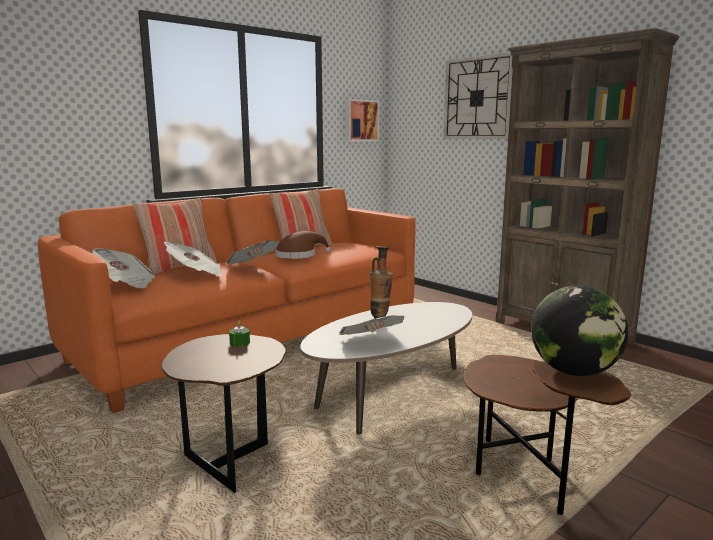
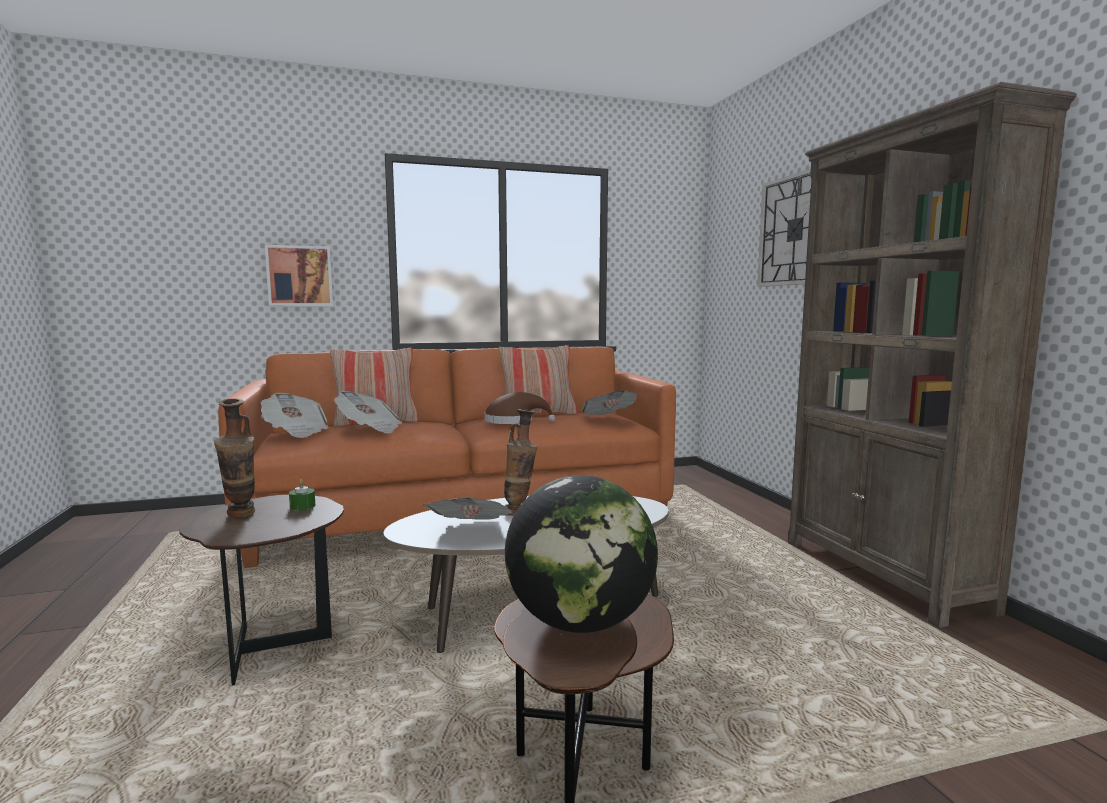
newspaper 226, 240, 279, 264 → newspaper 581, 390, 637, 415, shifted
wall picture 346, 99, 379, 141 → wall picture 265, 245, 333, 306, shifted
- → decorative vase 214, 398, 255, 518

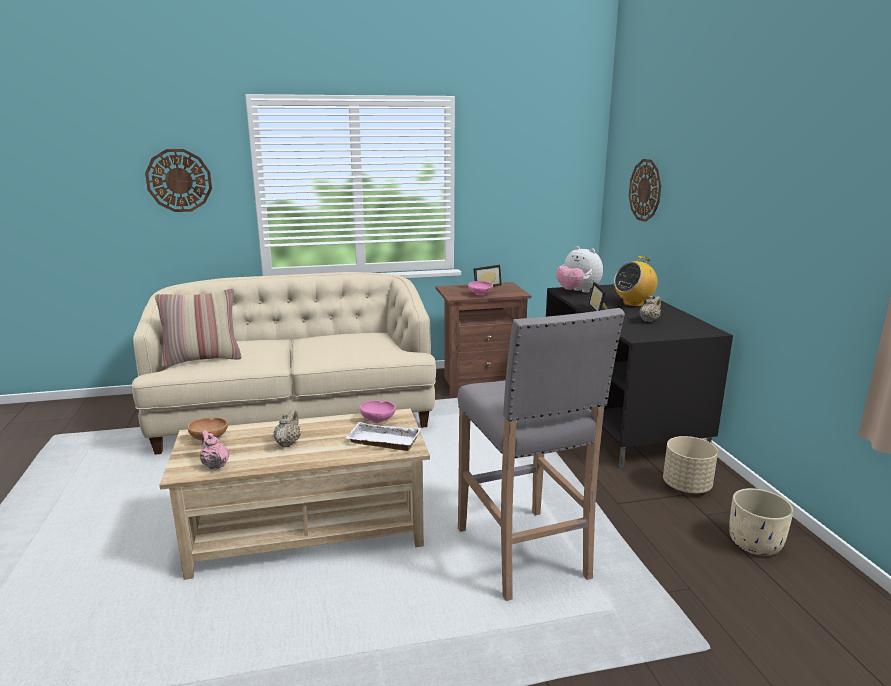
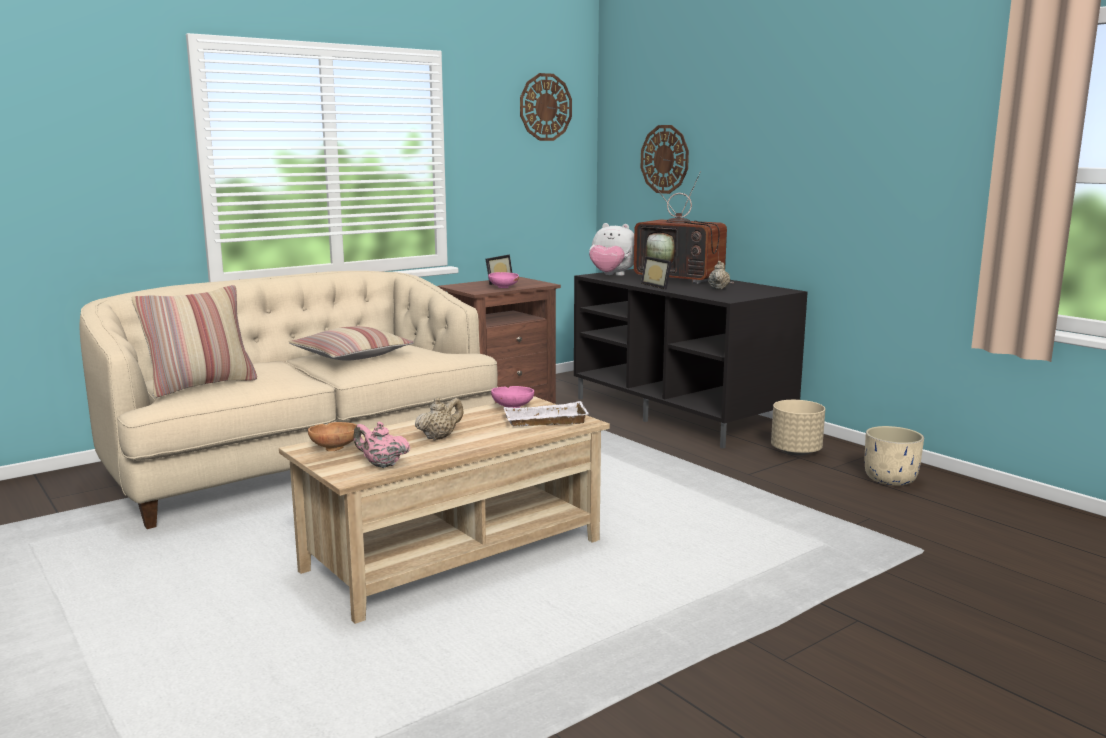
wall clock 145, 149, 212, 212 → wall clock 520, 73, 572, 141, shifted
tea pot/beige 273, 409, 301, 447 → tea pot/beige 415, 397, 464, 440, 60 degrees clockwise
sitting stool/greyish 458, 308, 625, 601 → -
radio receiver 614, 256, 658, 307 → television 634, 172, 734, 284
- → pillow 289, 326, 414, 361

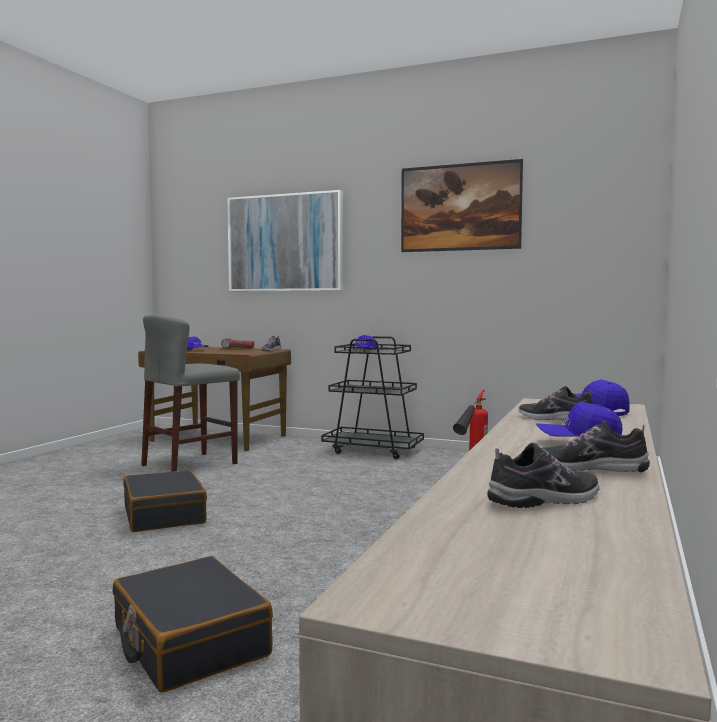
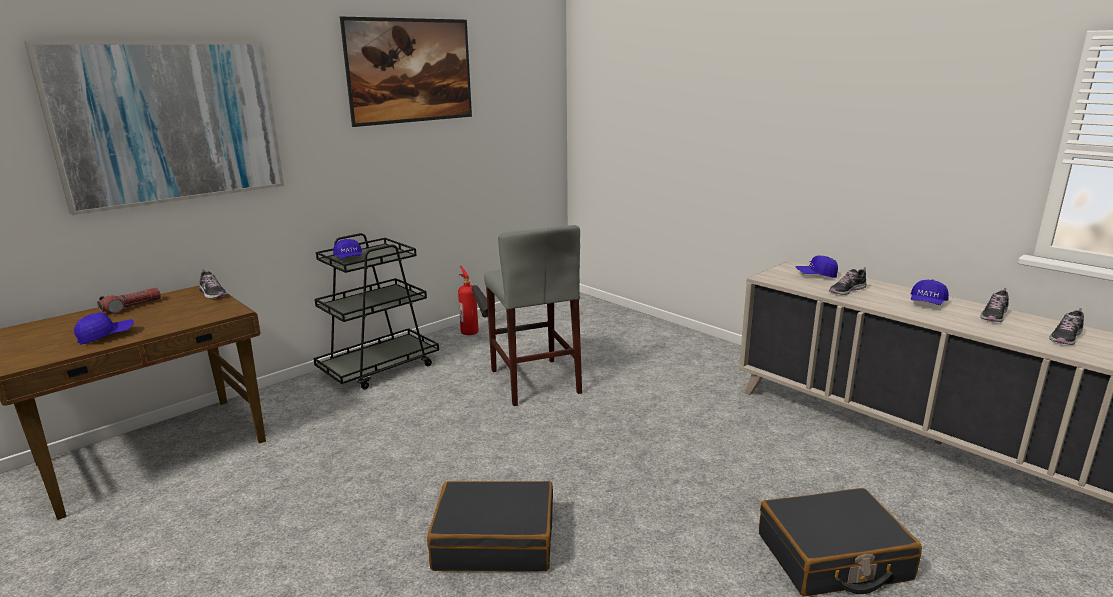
sitting stool/greyish 141, 315, 240, 472 → sitting stool/greyish 484, 225, 582, 406, shifted
low shoe 487, 443, 599, 508 → low shoe 1049, 308, 1084, 345, 135 degrees counterclockwise

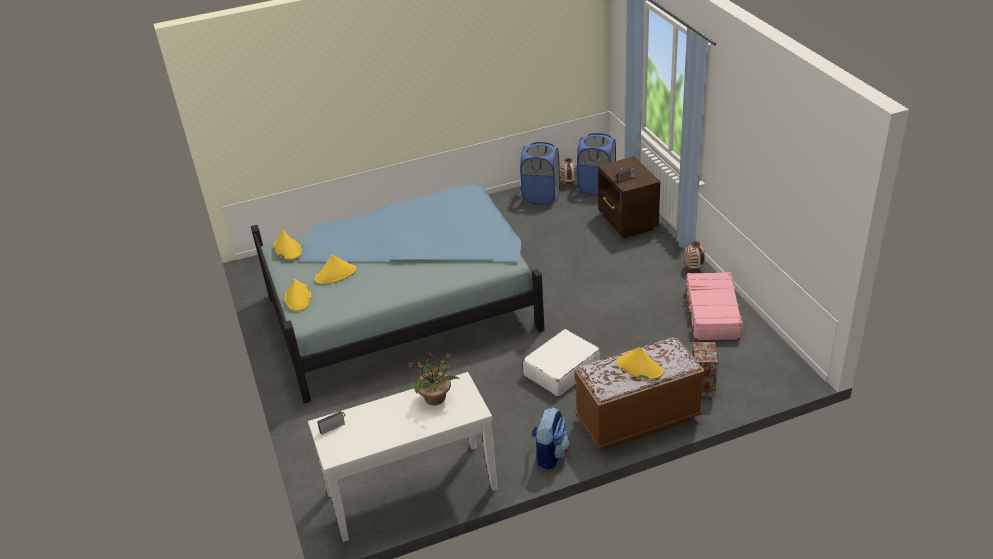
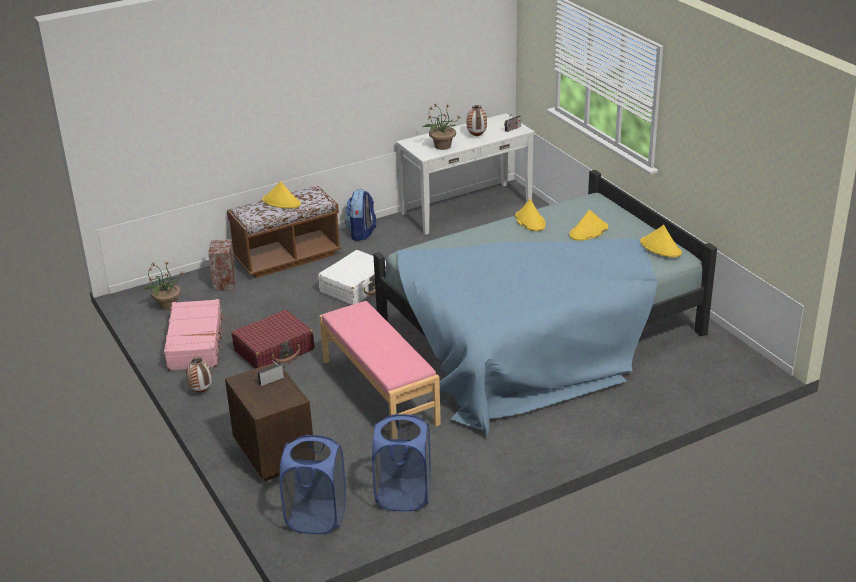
clothing hat/yellowish 285, 278, 312, 311 → clothing hat/yellowish 515, 199, 546, 231, shifted
decorative vase 560, 158, 577, 184 → decorative vase 466, 105, 487, 136, shifted
- → plant in a pot 142, 261, 183, 310
- → suitcase/red-coloured 231, 310, 314, 369
- → bench/pink 319, 301, 441, 426

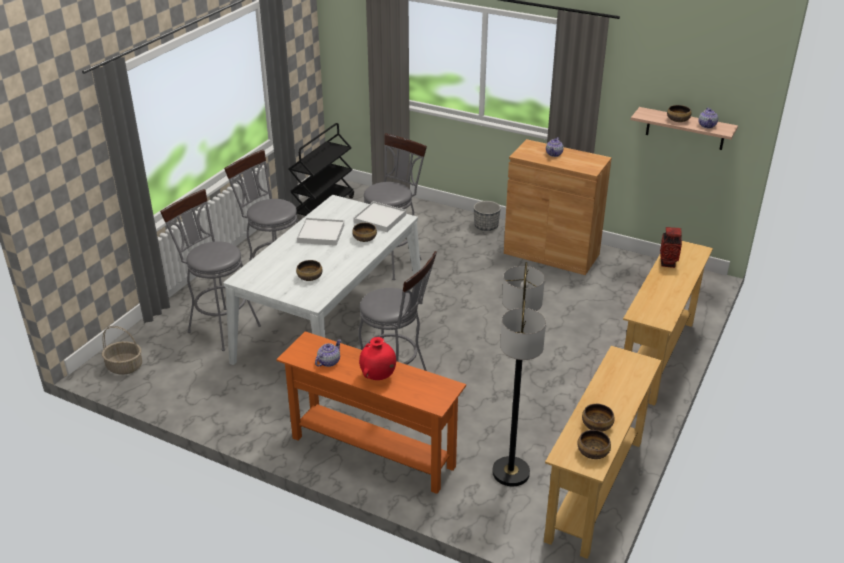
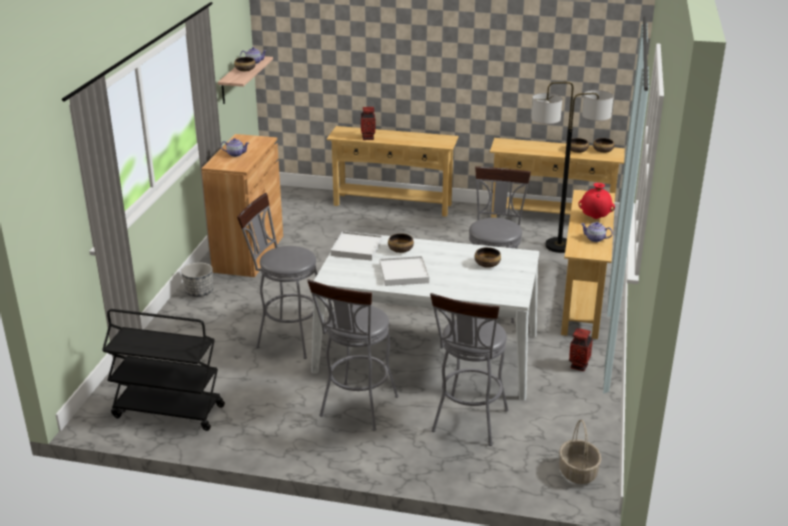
narrow table/orange 276, 332, 466, 494 → narrow table/beige 561, 190, 615, 339
- → decorative vase 569, 328, 593, 371

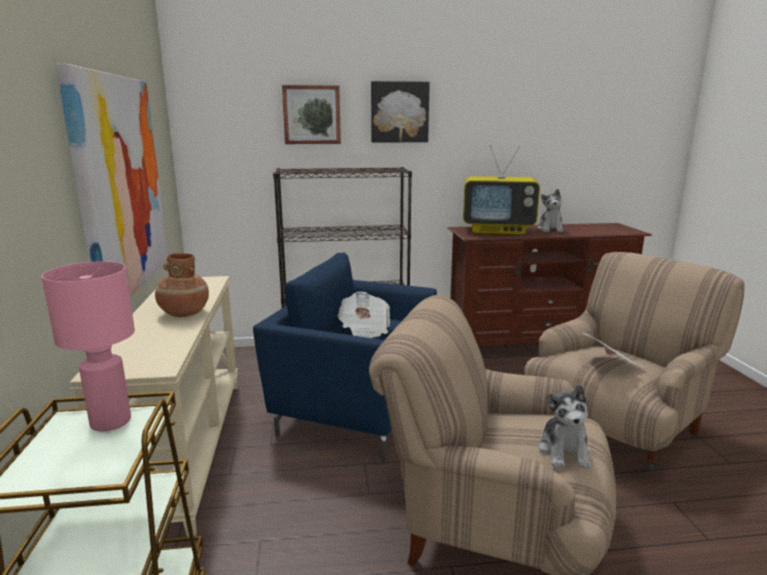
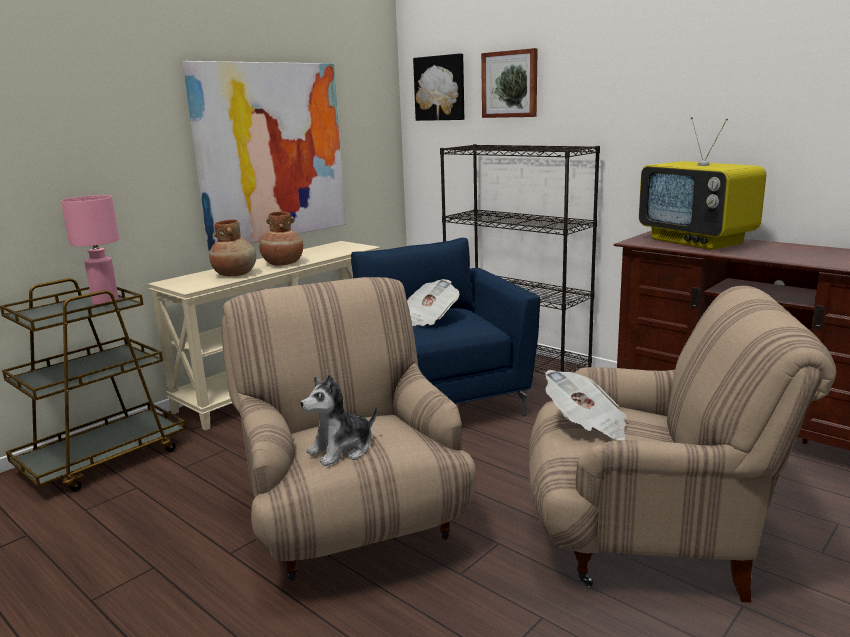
wall picture 371, 81, 430, 143 → wall picture 413, 54, 464, 121, shifted
soft toy 537, 189, 564, 232 → -
- → decorative vase/brown 209, 220, 256, 276

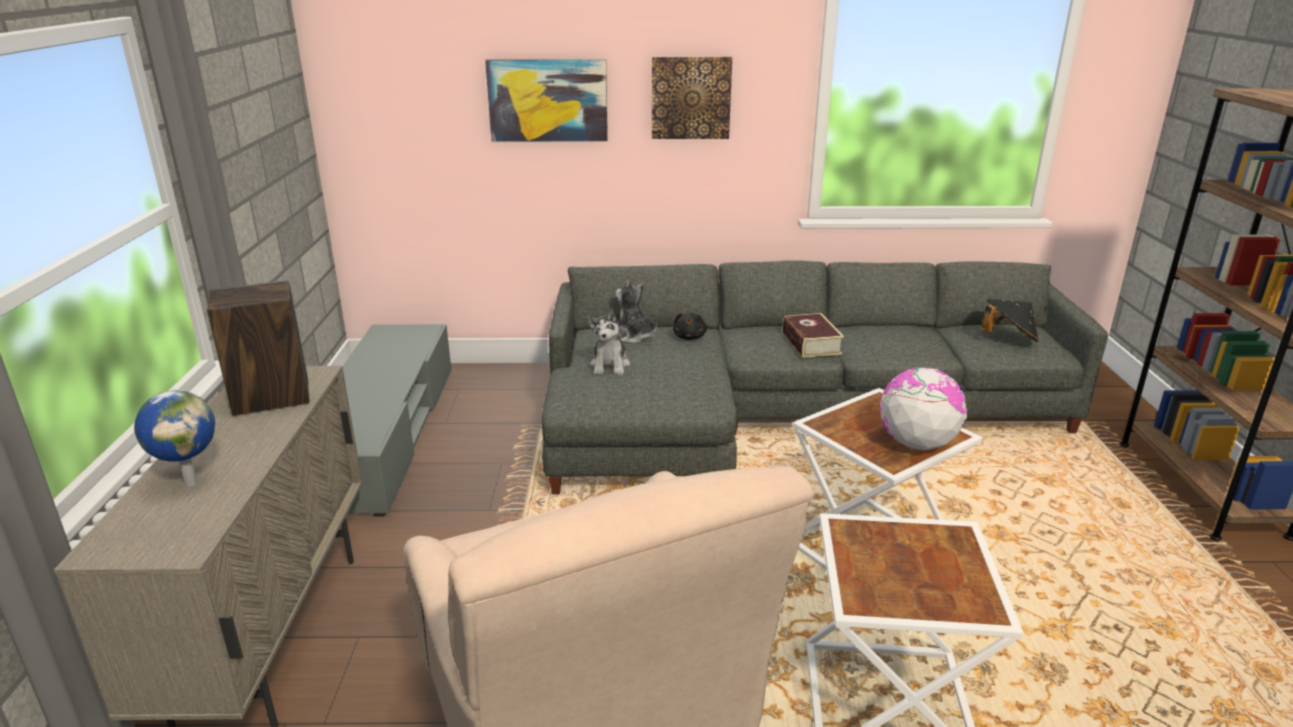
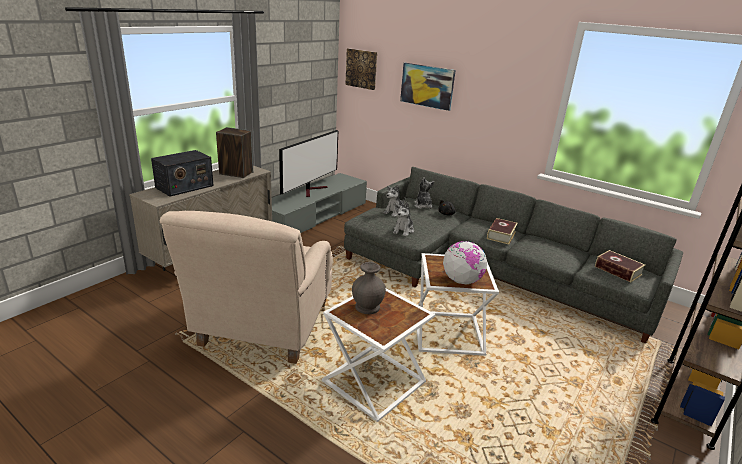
desk globe 134, 390, 215, 487 → radio receiver 151, 150, 214, 197
wall picture 652, 57, 732, 139 → wall picture 345, 48, 377, 90, shifted
clothing hat/black-coloured 982, 299, 1039, 342 → volume 595, 250, 645, 282
- → television 279, 130, 338, 197
- → decorative vase/greyish 352, 262, 386, 314
- → soft toy 393, 202, 414, 236

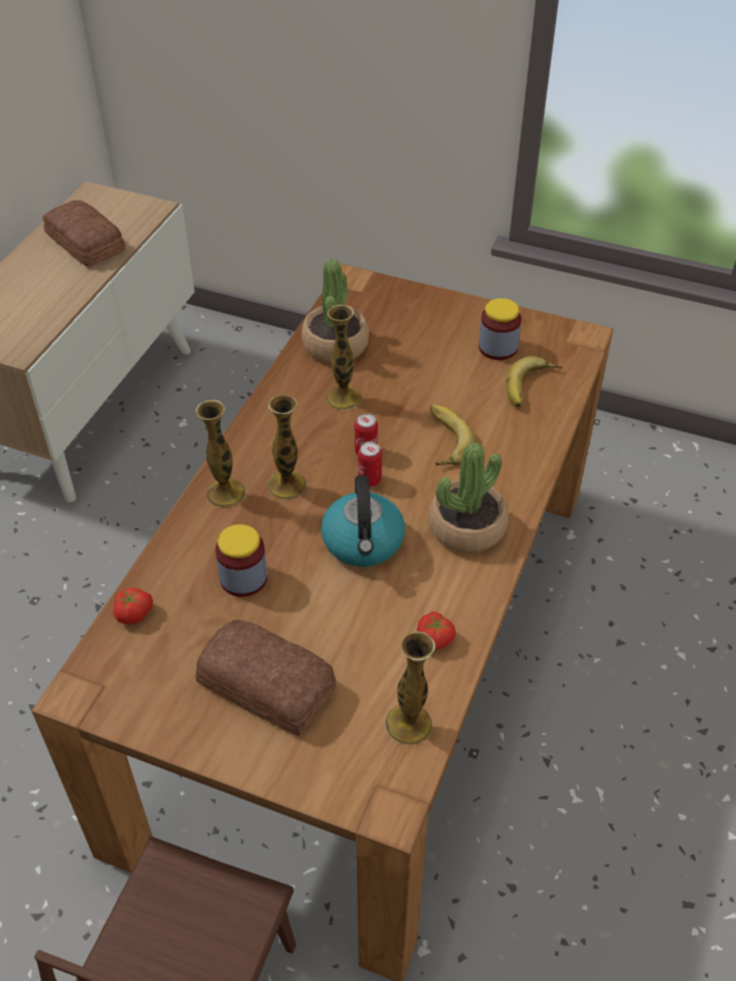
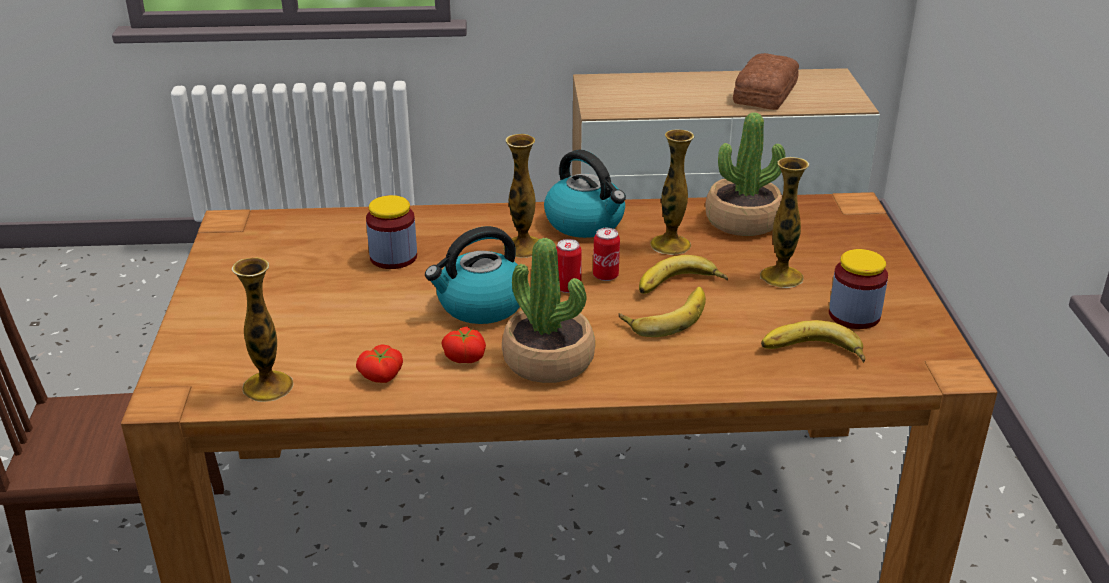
tomato 113, 588, 153, 625 → tomato 441, 327, 486, 363, shifted
decorative vase 196, 400, 246, 508 → decorative vase 760, 157, 809, 288, shifted
baked bread 196, 620, 336, 736 → -
- → tea kettle 544, 150, 626, 238
- → whole banana 639, 255, 728, 294

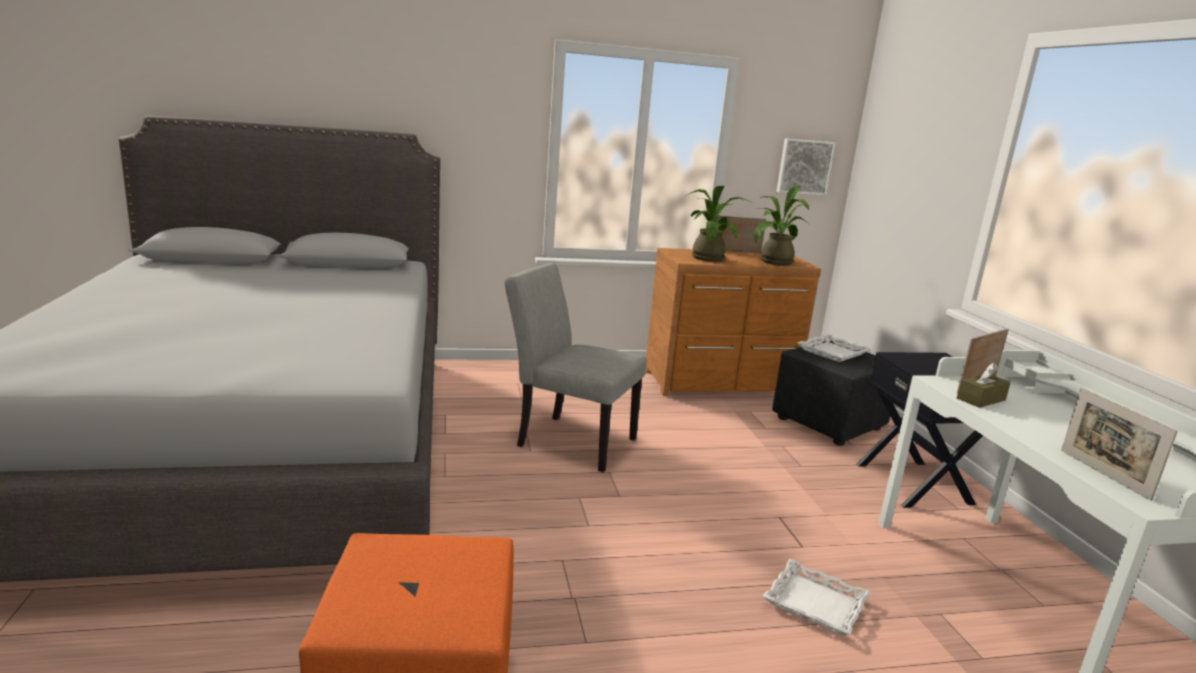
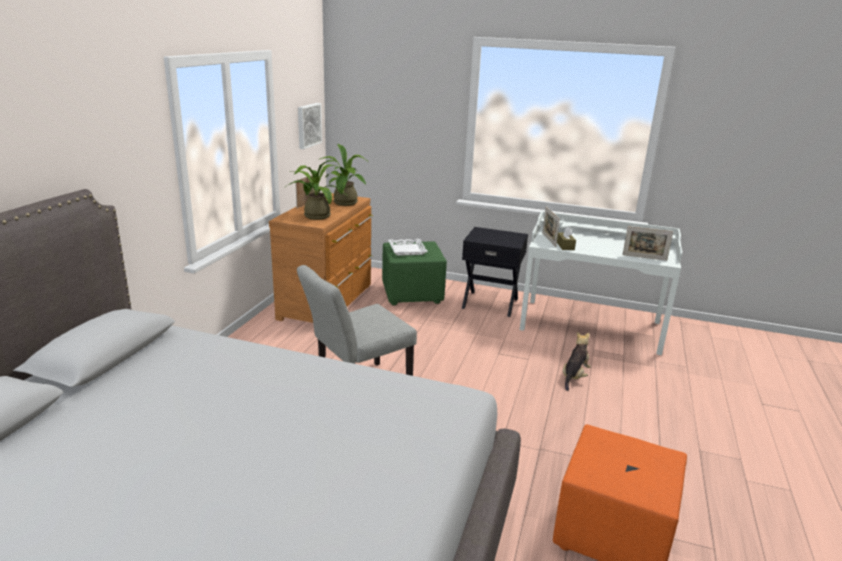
tray/whitish 763, 559, 871, 635 → soft toy 563, 332, 591, 391
ottoman/black-coloured 772, 341, 893, 446 → ottoman/green-coloured 382, 241, 447, 305

